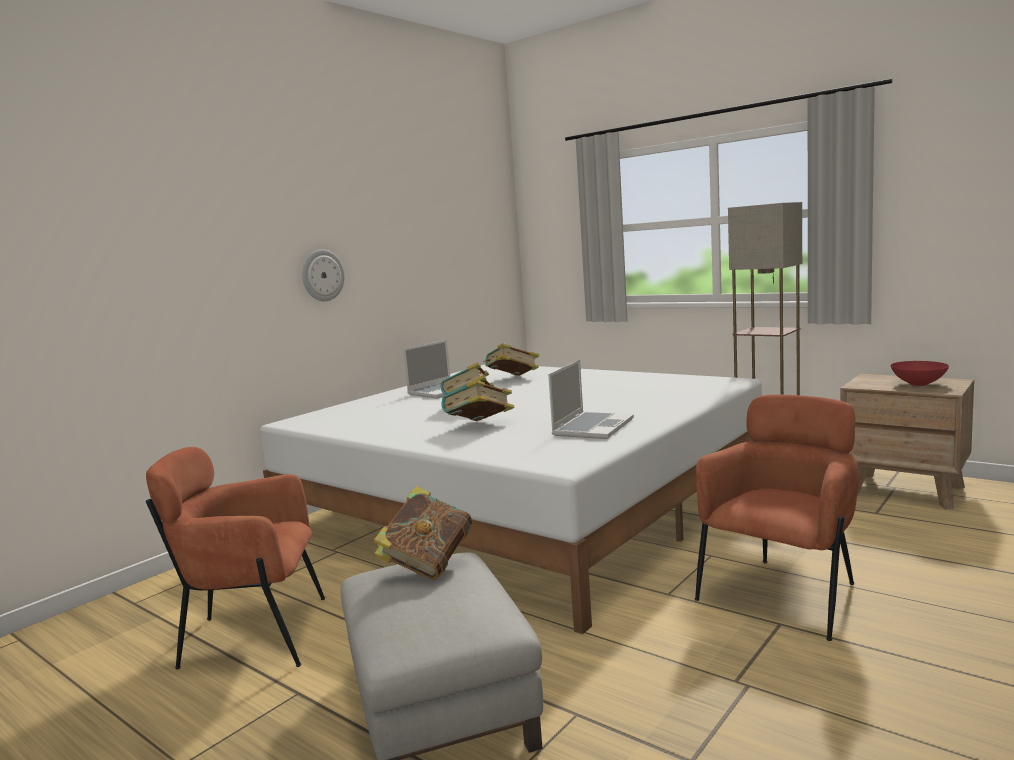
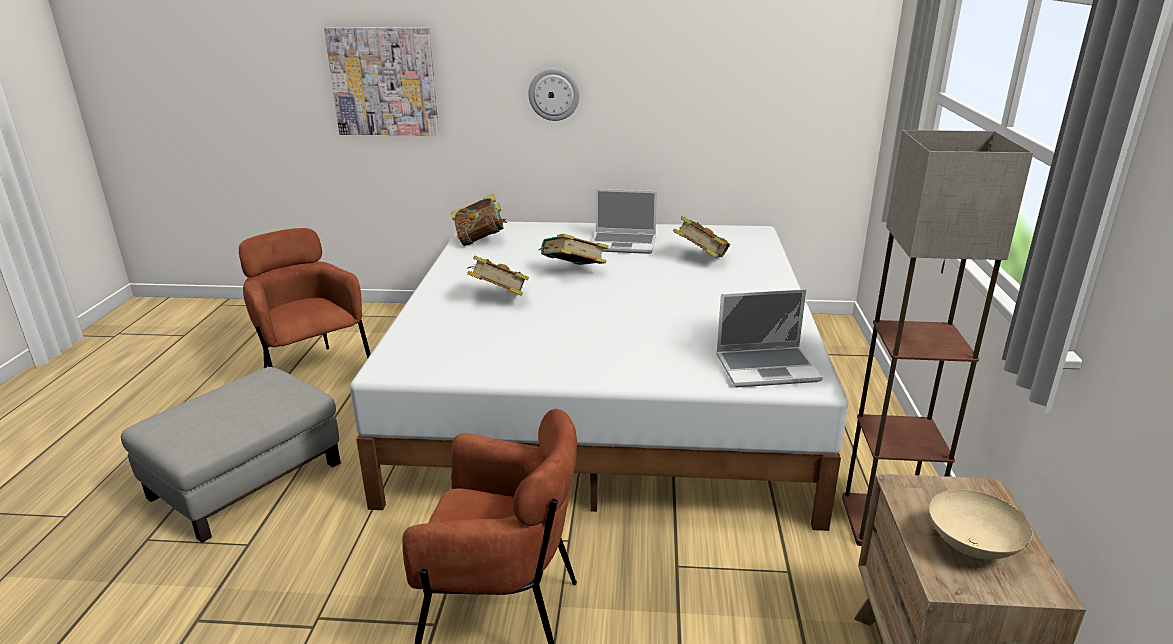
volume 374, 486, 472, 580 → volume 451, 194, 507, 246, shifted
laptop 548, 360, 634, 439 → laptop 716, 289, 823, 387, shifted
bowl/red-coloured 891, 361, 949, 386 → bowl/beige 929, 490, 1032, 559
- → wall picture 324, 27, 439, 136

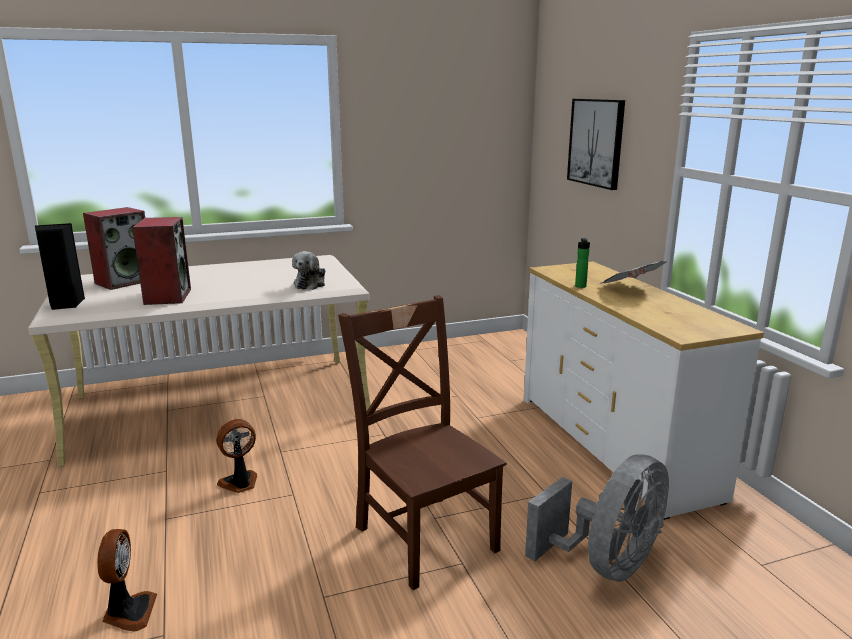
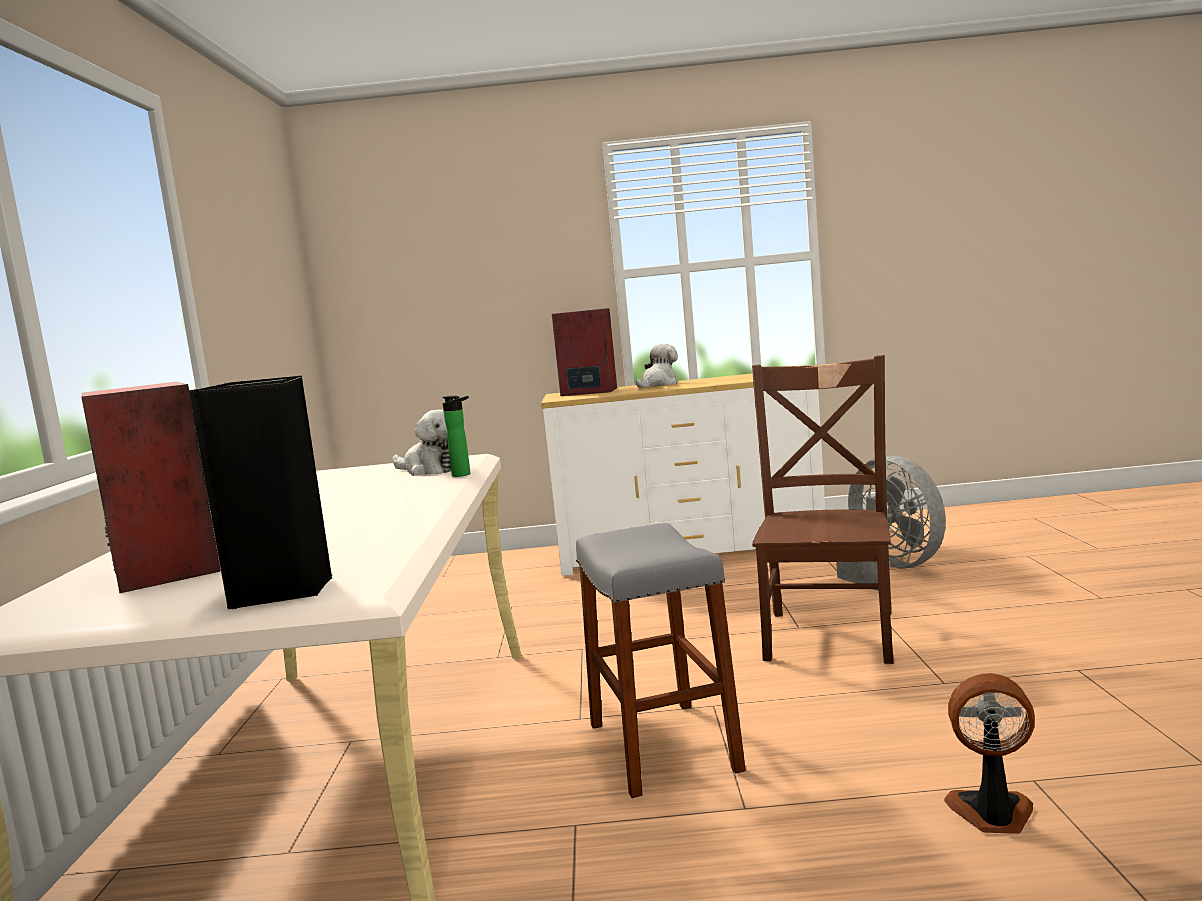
speaker 132, 217, 191, 305 → speaker 552, 308, 617, 396, shifted
cooling fan 216, 419, 257, 493 → sitting stool/greyish 576, 524, 746, 798
plain chair/brown 338, 295, 506, 590 → plain chair/brown 752, 355, 894, 664, 120 degrees clockwise
wall picture 567, 99, 625, 190 → -
bottle 575, 238, 590, 288 → bottle 442, 395, 470, 477, shifted
newspaper 600, 261, 667, 284 → soft toy 636, 344, 678, 388

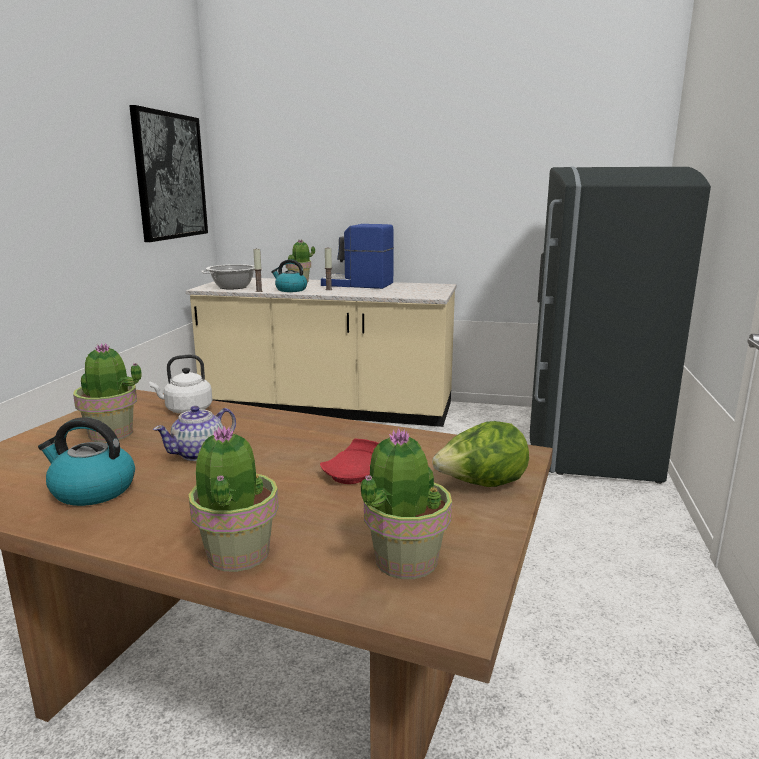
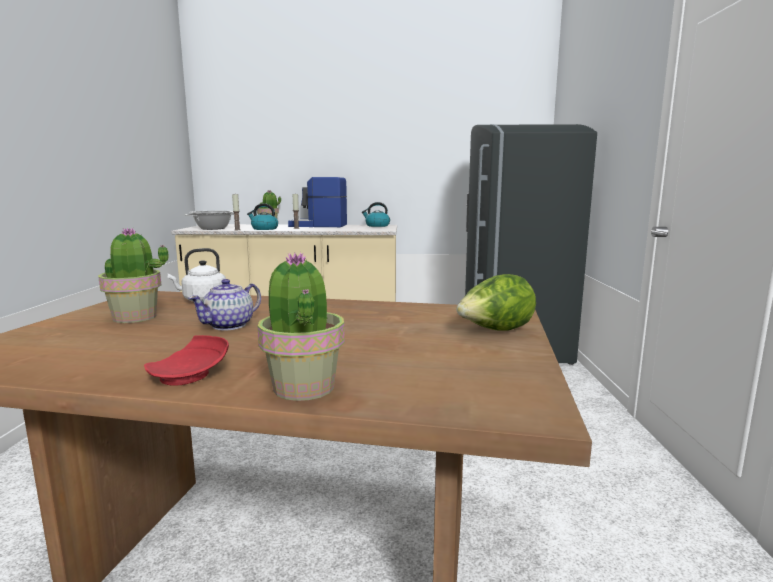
tea kettle 38, 417, 135, 506 → tea kettle 362, 202, 390, 227, shifted
wall picture 129, 105, 208, 242 → -
dinner plate/red-coloured 320, 439, 379, 484 → dinner plate/red-coloured 144, 335, 229, 386, shifted
plant in a pot 361, 428, 452, 579 → -

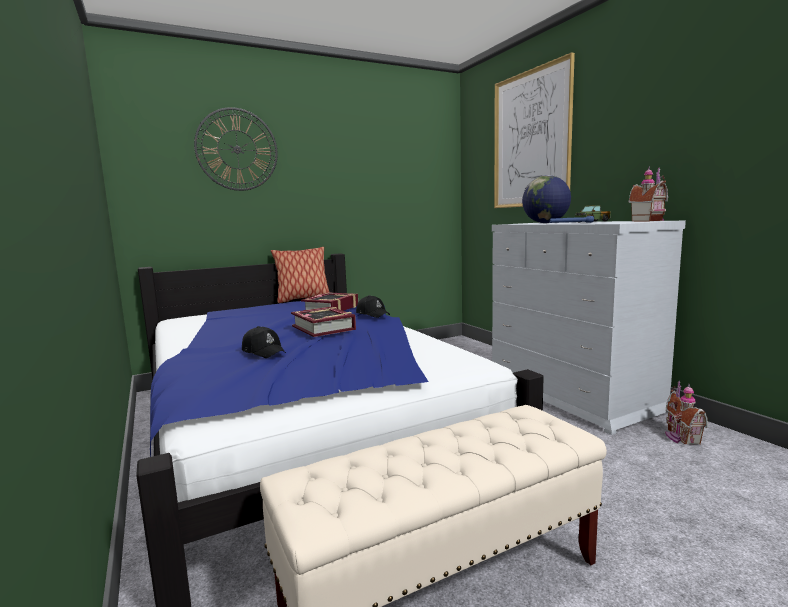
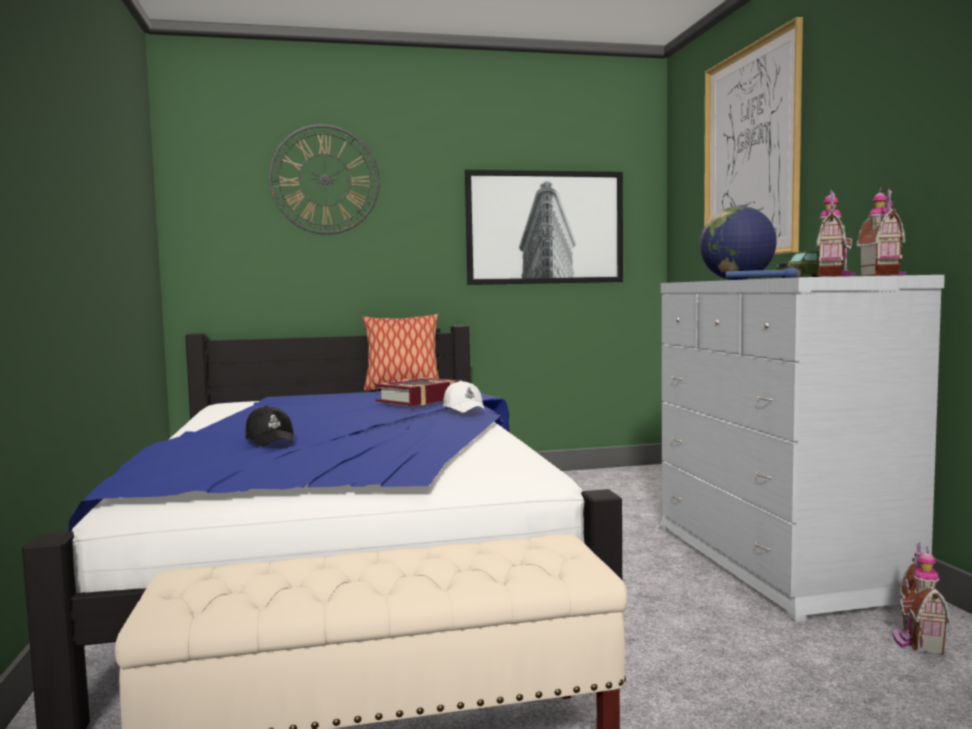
volume 291, 307, 356, 337 → -
peaked cap/black-coloured 356, 295, 390, 318 → peaked cap/whitish 443, 381, 485, 413
- → wall picture 465, 170, 623, 285
- → toy house 816, 190, 856, 277

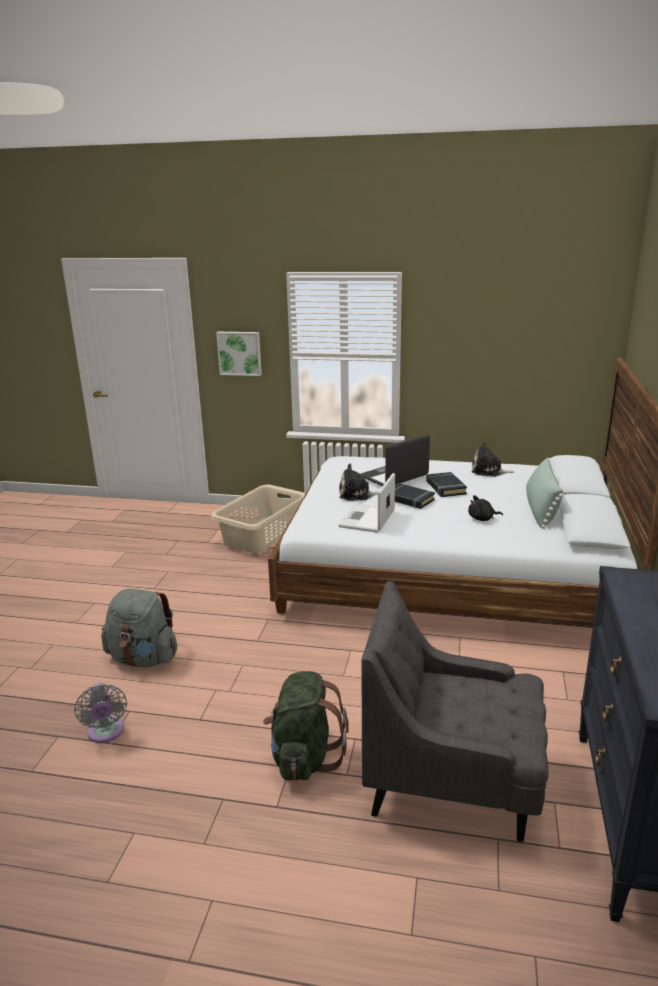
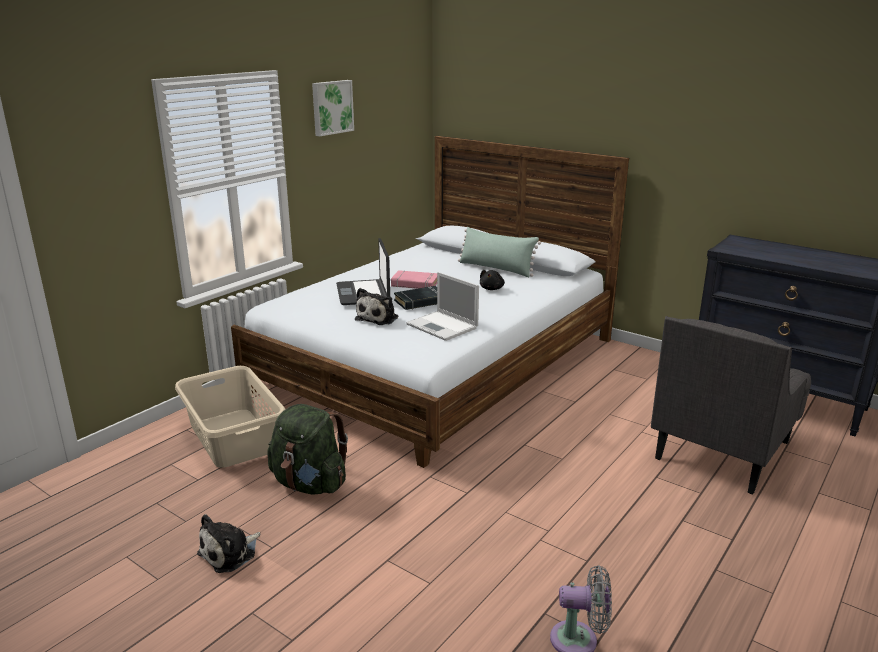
knapsack/greyish 101, 589, 177, 667 → -
wall picture 216, 332, 262, 376 → wall picture 312, 80, 354, 136, shifted
knapsack/green-coloured 263, 671, 349, 781 → knapsack/green-coloured 267, 404, 348, 495, shifted
volume/black-coloured 426, 472, 467, 497 → volume/pink 391, 270, 437, 289
soft toy 471, 442, 513, 477 → soft toy 197, 514, 260, 573, shifted

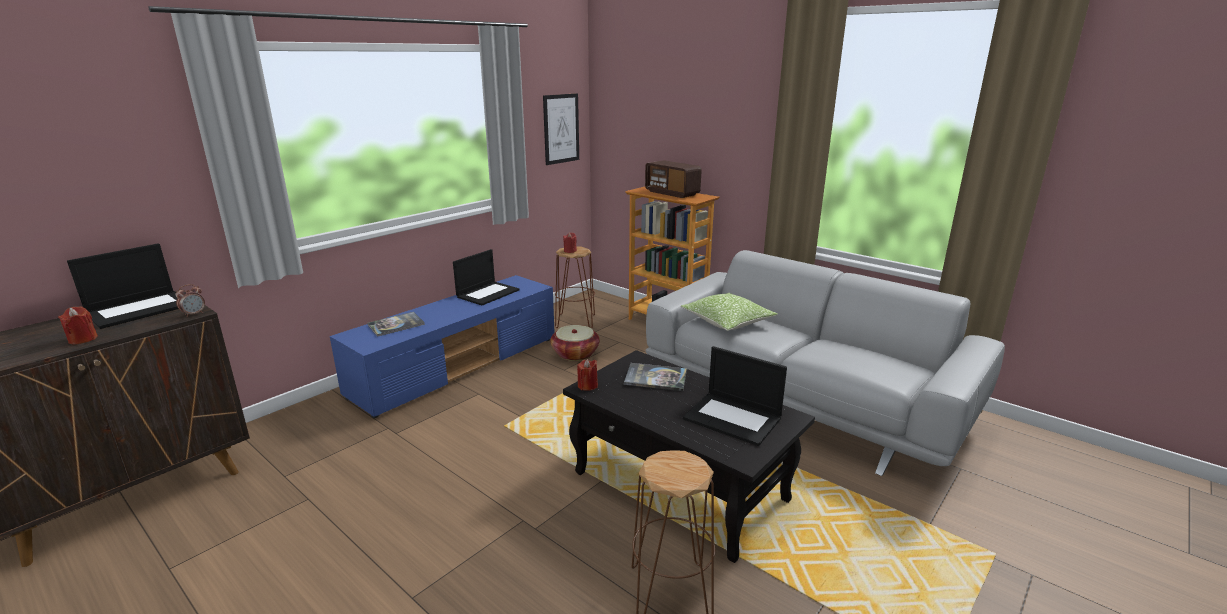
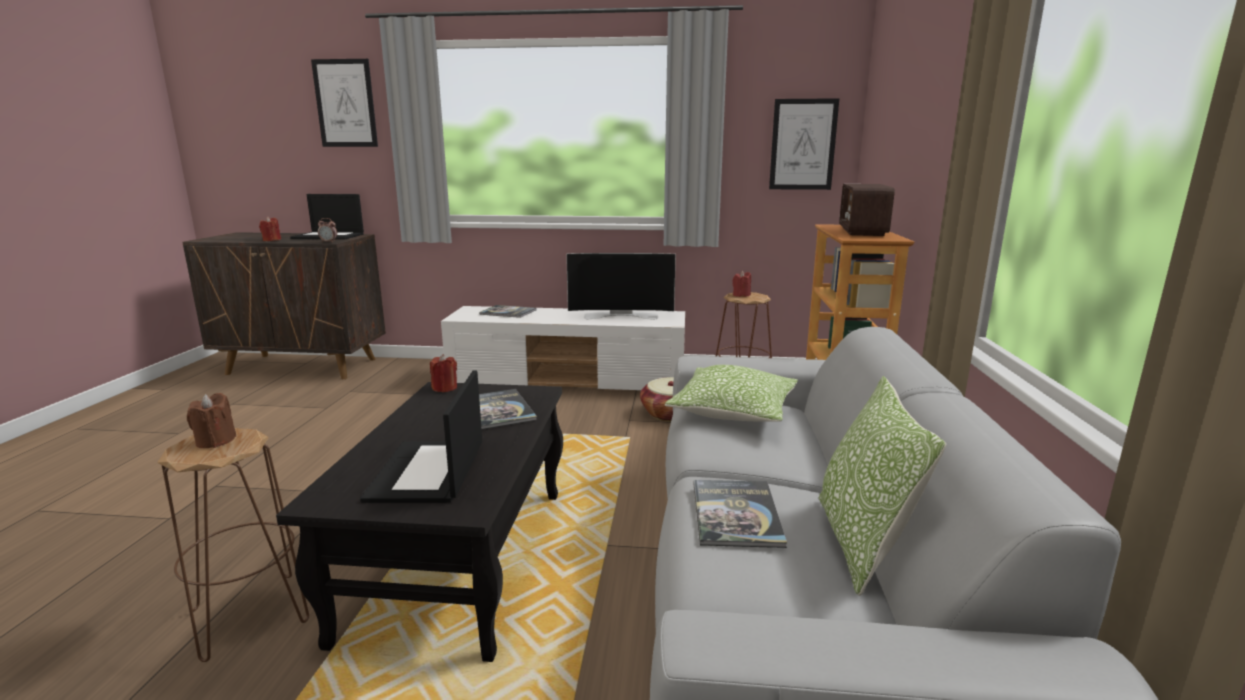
tv stand/blue-coloured 330, 275, 555, 418 → tv stand/whitish 441, 306, 685, 390
laptop 453, 249, 520, 306 → television 566, 253, 676, 320
- → wax light/brown 187, 393, 236, 448
- → wall picture 311, 59, 378, 147
- → volume 693, 480, 787, 548
- → pillow 818, 376, 947, 596

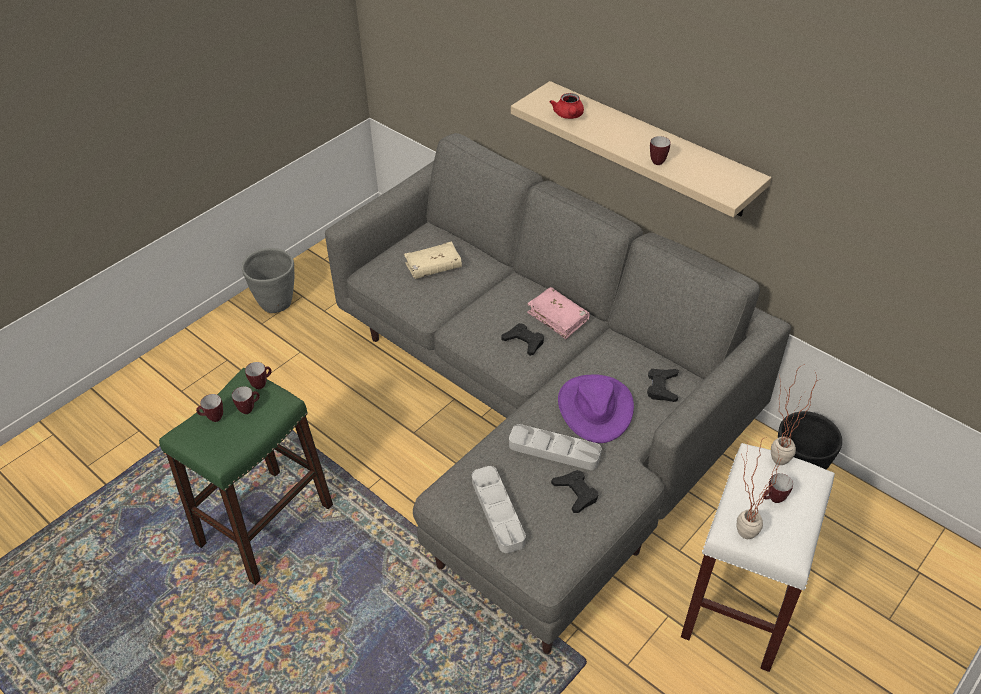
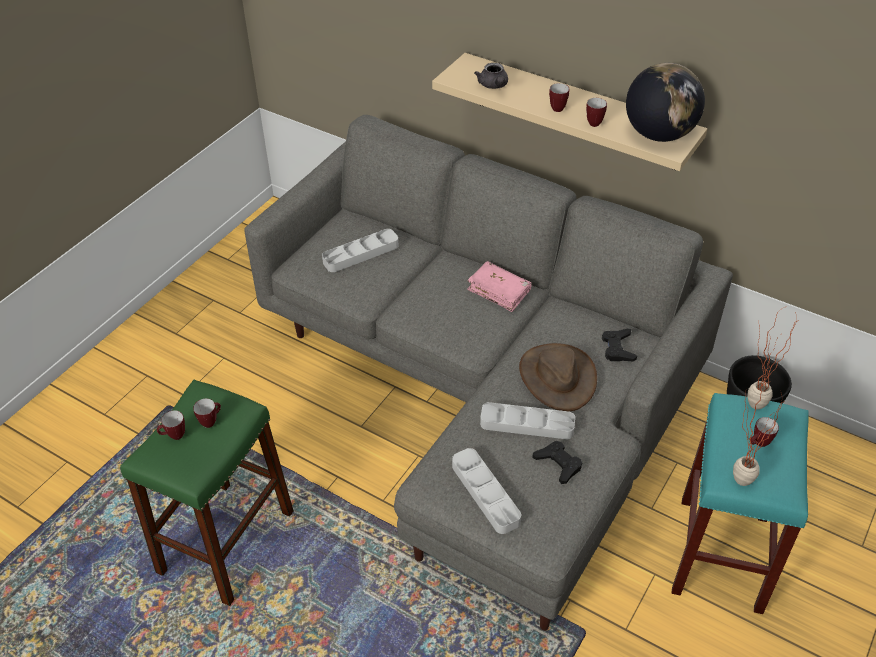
planter/greyish 242, 248, 294, 313 → -
coffee mug 245, 362, 272, 389 → coffee mug 549, 83, 570, 112, shifted
volume/beige 404, 242, 462, 279 → tray/greyish 322, 229, 399, 272
game controller/black-coloured 501, 323, 544, 356 → -
tea pot/red-coloured 550, 93, 584, 119 → tea pot/greyish 474, 63, 508, 89
clothing hat/purplish 558, 374, 634, 443 → clothing hat/brown 519, 343, 597, 411
sitting stool/whitish 681, 443, 835, 672 → sitting stool/blue-green 671, 393, 809, 614
- → desk globe 626, 63, 705, 142

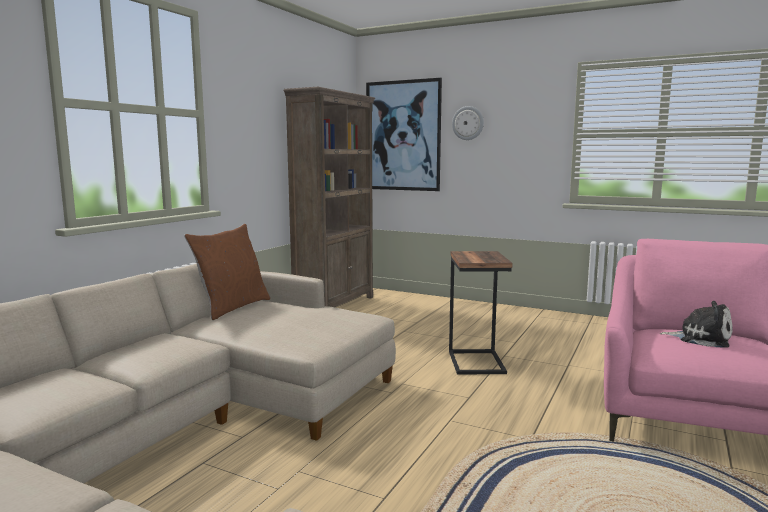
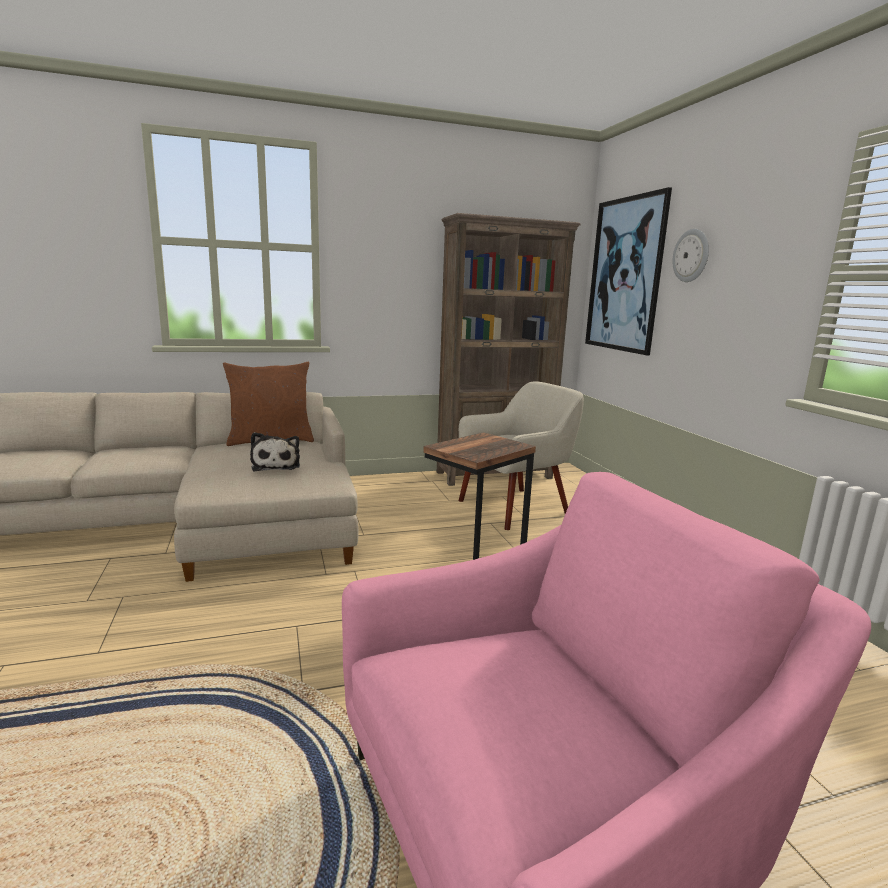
soft toy 660, 301, 733, 348 → soft toy 250, 432, 300, 471, shifted
- → easy chair/beige 459, 381, 584, 530

